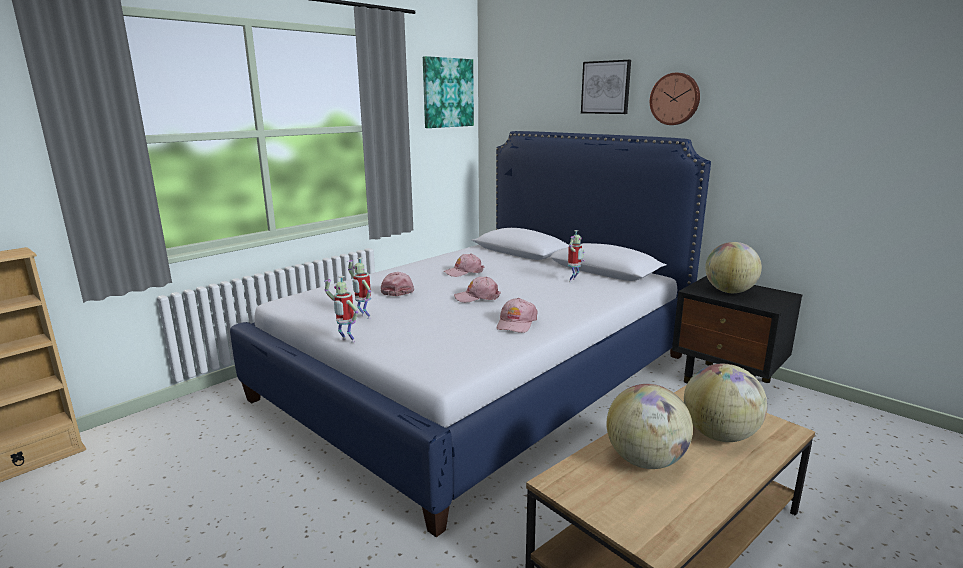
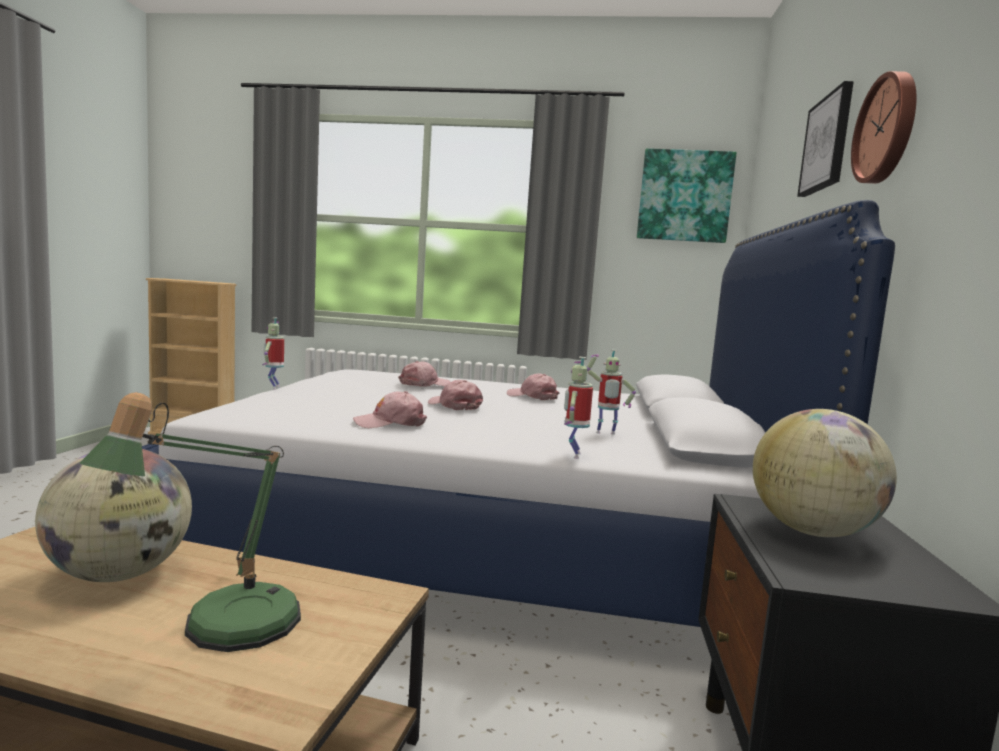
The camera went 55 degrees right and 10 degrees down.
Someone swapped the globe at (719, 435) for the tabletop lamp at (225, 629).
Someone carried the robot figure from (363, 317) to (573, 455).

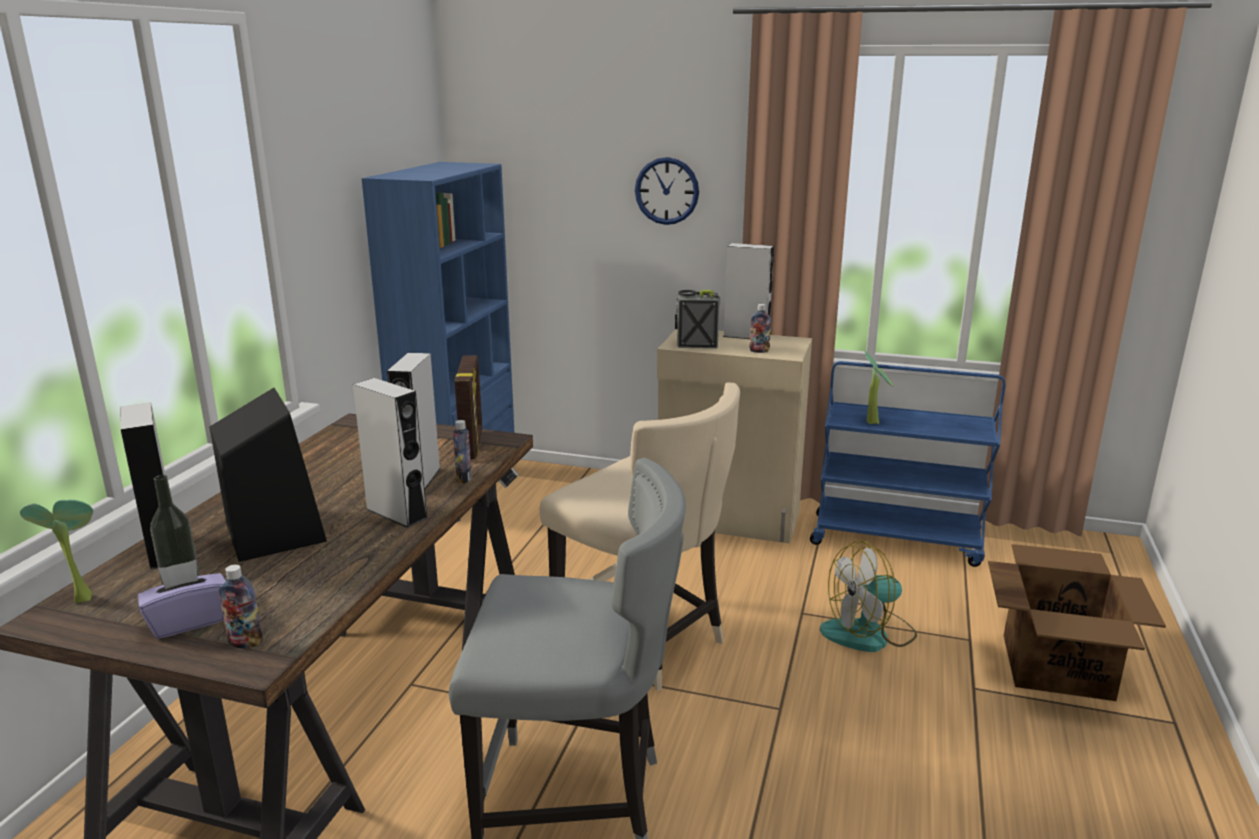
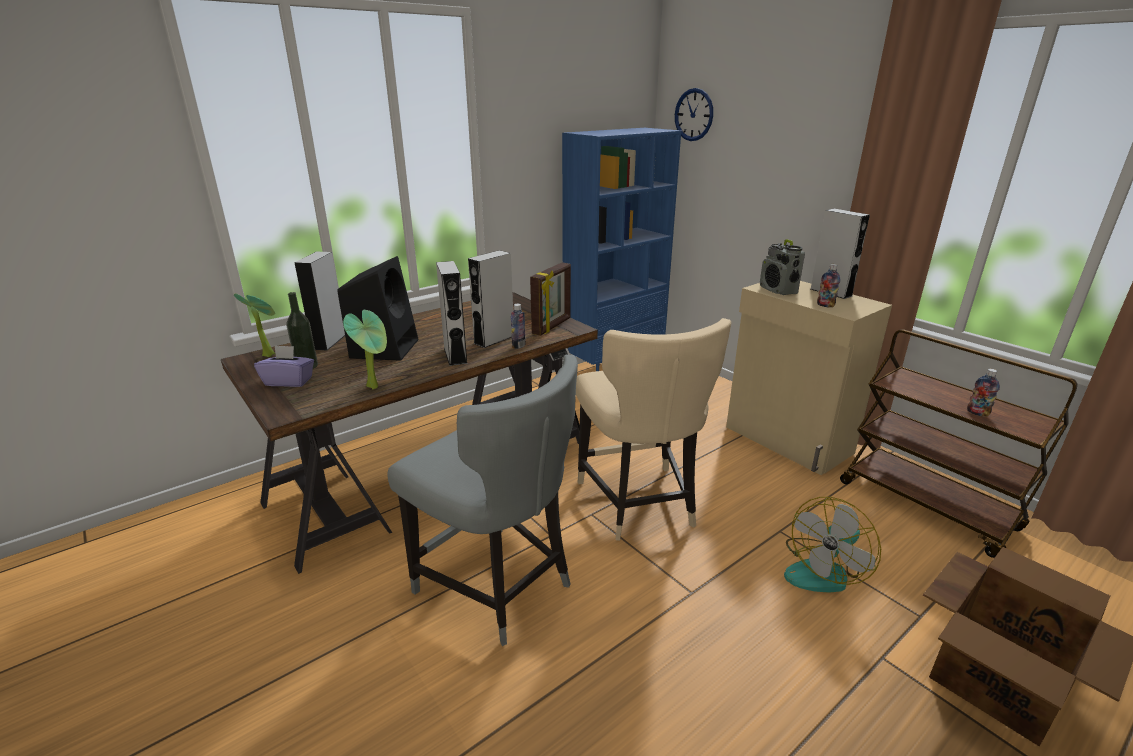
The camera went 35 degrees right and 5 degrees up.
Someone carried the potted plant from (874, 422) to (375, 386).
Someone carried the clock on the wall from (667, 191) to (694, 115).
Someone rotated the radio at (696, 344) by 150 degrees counterclockwise.
Someone rotated the electric fan at (869, 634) by 60 degrees counterclockwise.
Someone repainted the blue-coloured wheeled cart at (897, 539), which became the brown-coloured wheeled cart at (928, 506).
Someone carried the beverage bottle from (245, 642) to (977, 413).

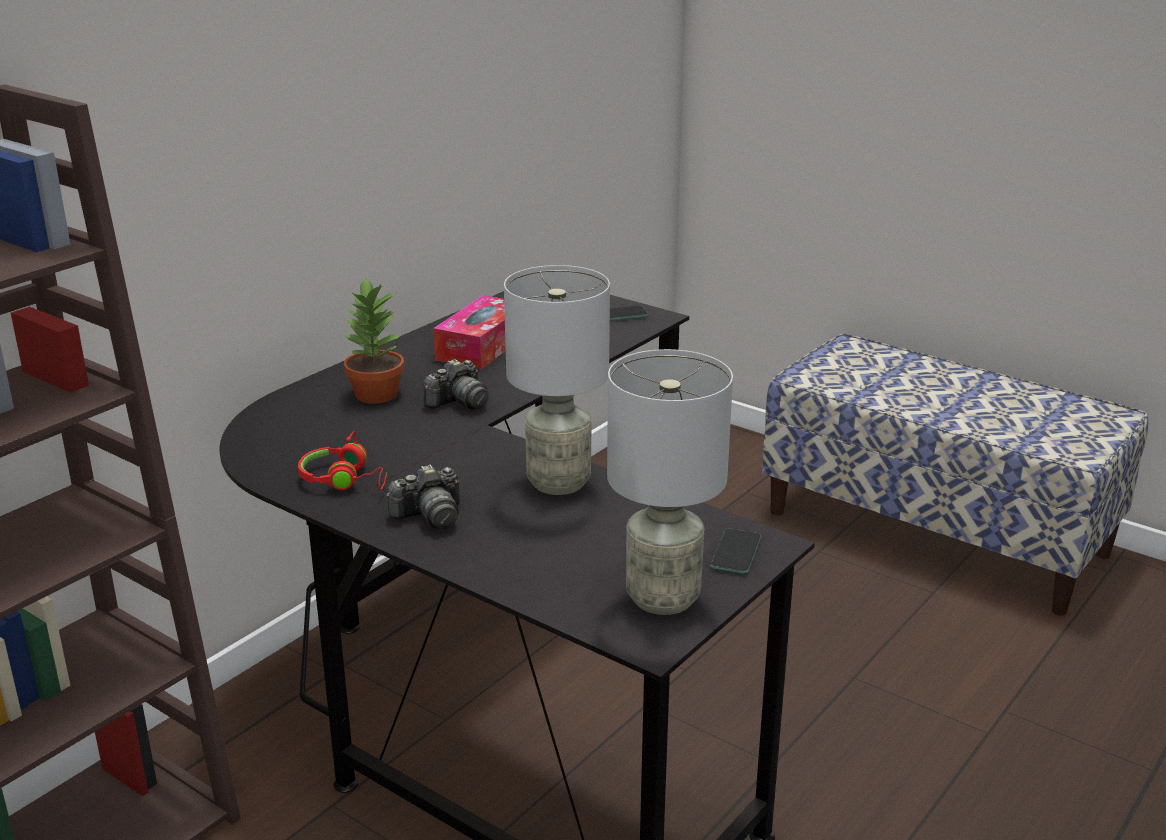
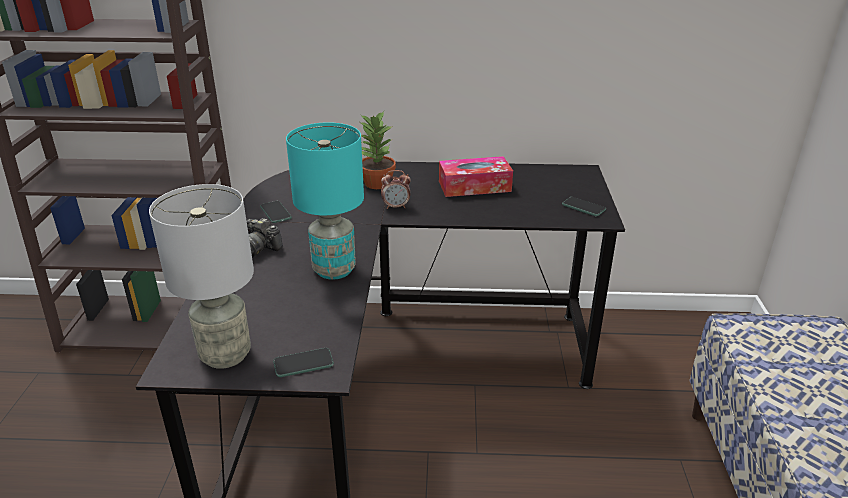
The camera went 55 degrees right and 5 degrees up.
Someone swapped the red-coloured pair of headphones at (345, 480) for the handset at (276, 212).
Someone repainted the gray tabletop lamp at (559, 482), which became the blue-green tabletop lamp at (335, 270).
Someone swapped the still camera at (459, 403) for the bedside clock at (396, 206).

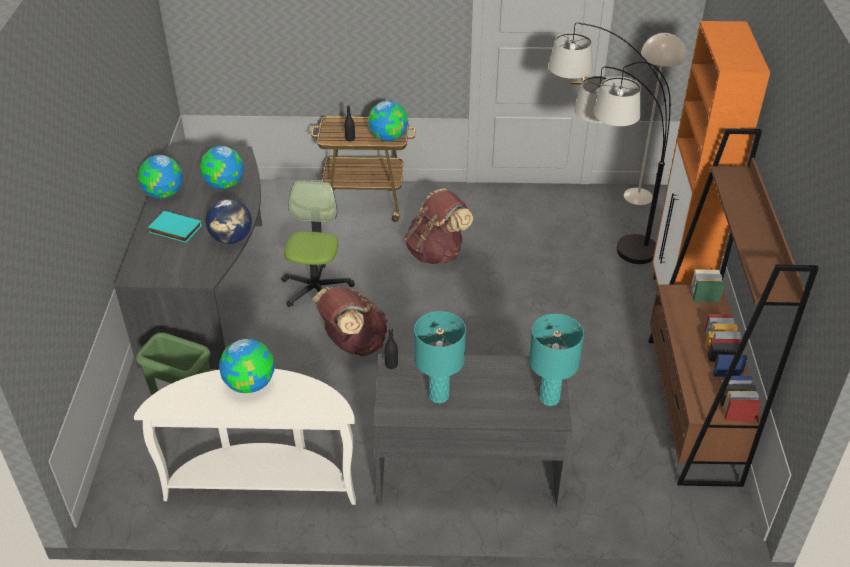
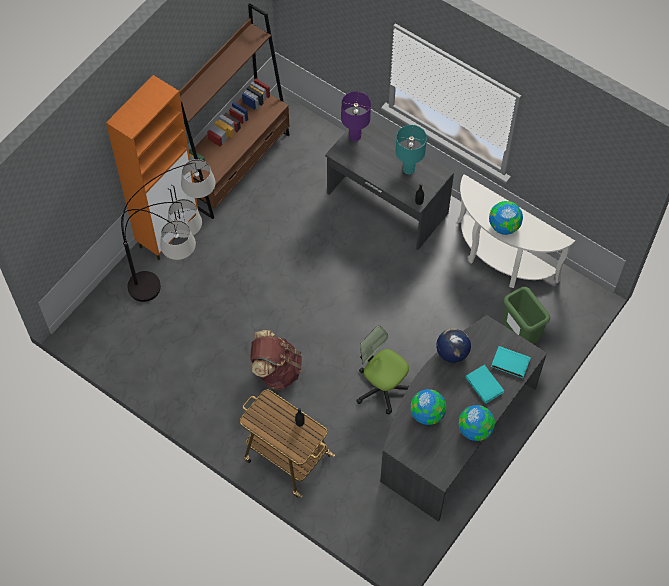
The camera went 145 degrees left and 20 degrees up.
Someone repainted the blue-green tabletop lamp at (549, 398), which became the purple-coloured tabletop lamp at (355, 136).
Someone rotated the desk chair at (316, 289) by 90 degrees clockwise.
Someone put down the blue-green bound book at (510, 363).
Someone took away the brown-coloured backpack at (353, 343).
Someone took away the globe at (388, 137).
Someone took away the beige-coloured standing lamp at (637, 196).

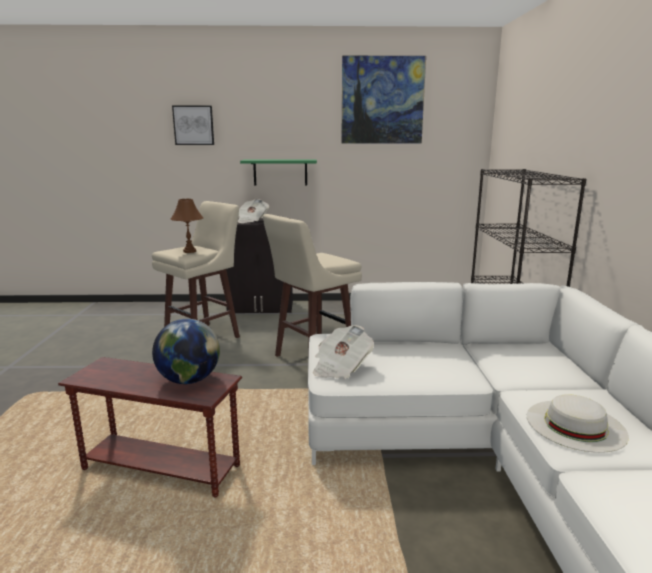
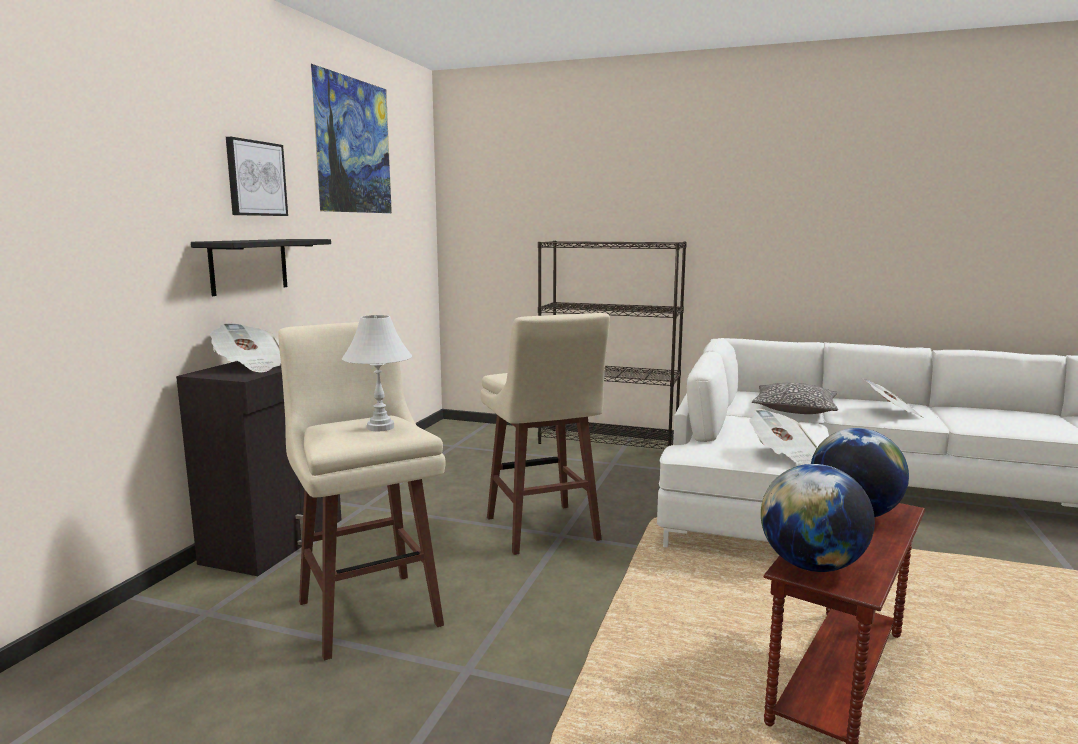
The camera went 70 degrees left and 5 degrees down.
Someone repainted the greenish shelf at (280, 172), which became the black shelf at (249, 265).
Someone carried the wall art from (193, 125) to (256, 178).
Someone repainted the brown-coloured tabletop lamp at (189, 251), which became the whitish tabletop lamp at (380, 427).
Someone put down the throw pillow at (794, 409).
Someone put down the globe at (811, 565).
Someone swapped the whitish clothing hat at (575, 425) for the daily paper at (891, 413).

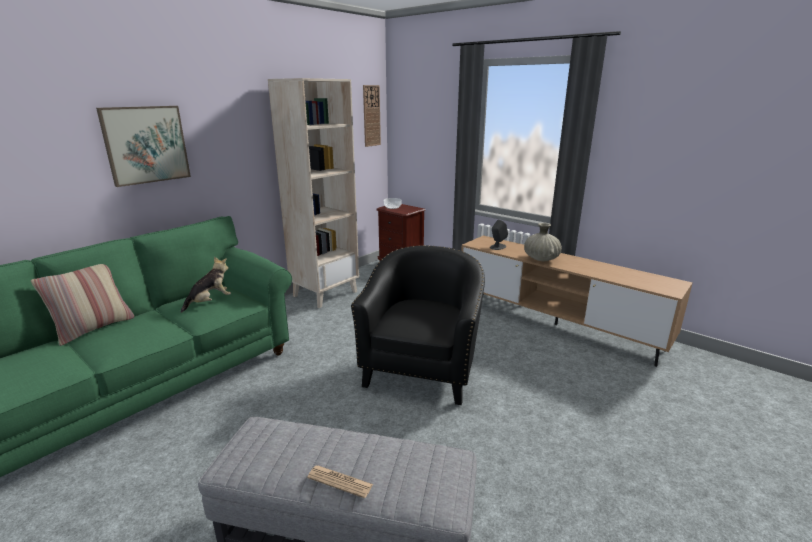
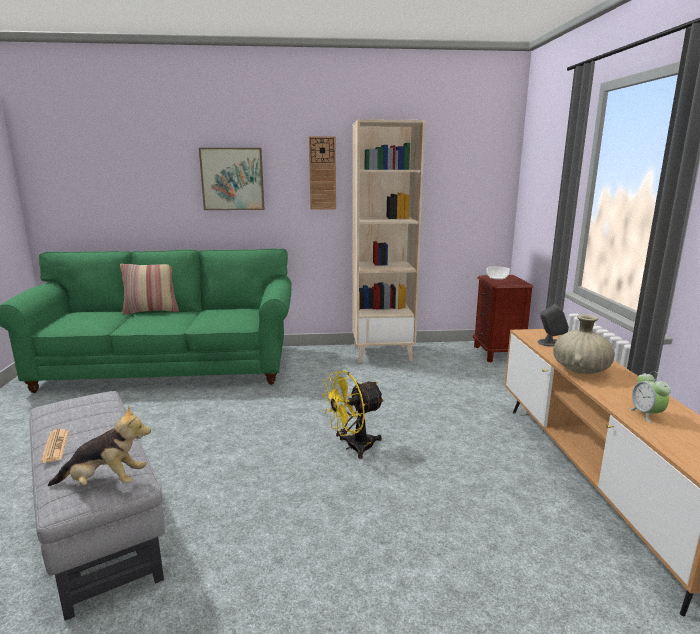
The camera went 45 degrees right and 5 degrees down.
Someone carried the plush toy from (210, 302) to (105, 482).
Someone carried the clock on the wall from (371, 116) to (322, 173).
Someone swapped the black easy chair at (422, 369) for the yellow electric fan at (353, 447).
Someone put down the bedside clock at (646, 414).

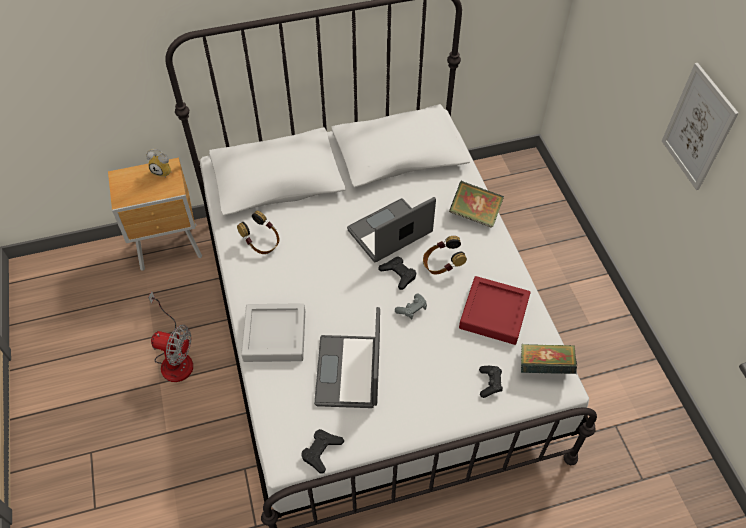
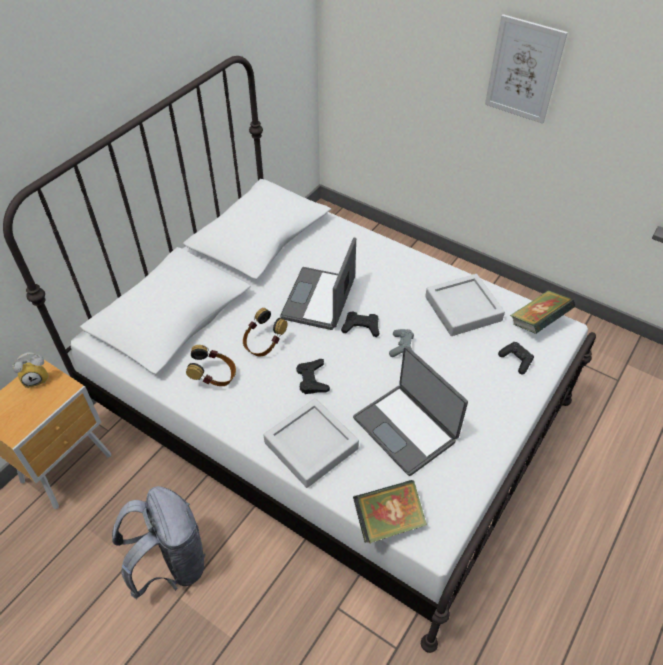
The camera went 40 degrees left and 5 degrees down.
Someone swapped the electric fan at (174, 357) for the gray backpack at (171, 563).
Someone carried the pair of headphones from (442, 265) to (264, 344).
Someone carried the black gamepad from (321, 451) to (312, 379).
Someone carried the bound book from (474, 214) to (388, 521).
Someone repainted the red-coloured carrying tray at (494, 313), which became the gray carrying tray at (463, 309).

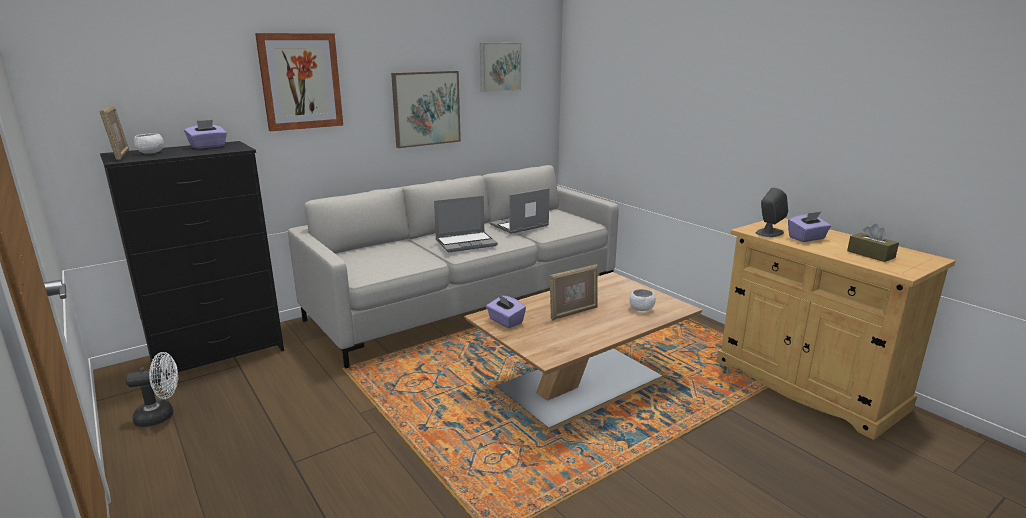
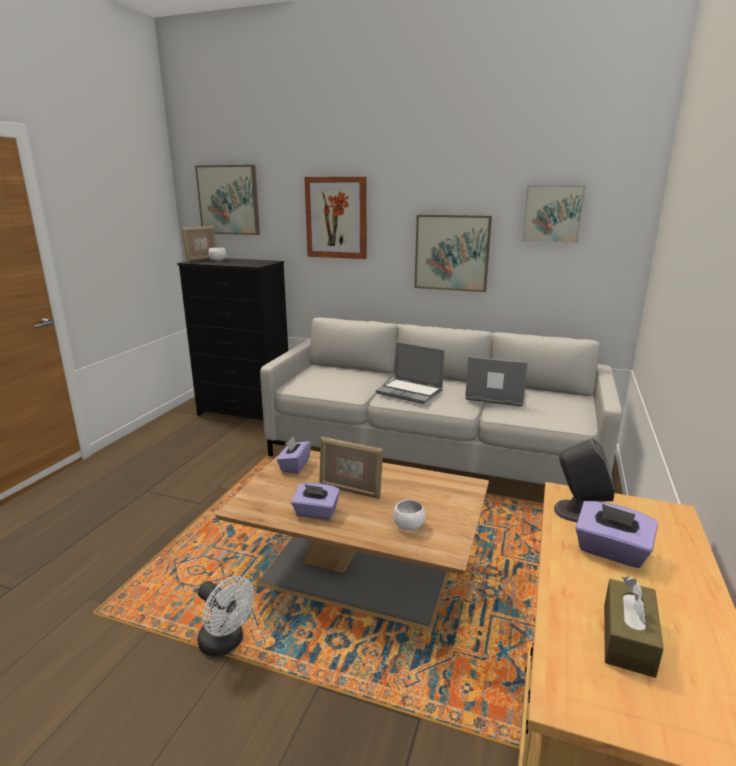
The camera went 55 degrees right and 0 degrees up.
Someone put up the wall art at (229, 200).
Someone carried the whitish electric fan from (161, 416) to (226, 643).
Someone carried the purple-coloured box of tissues from (208, 146) to (316, 512).

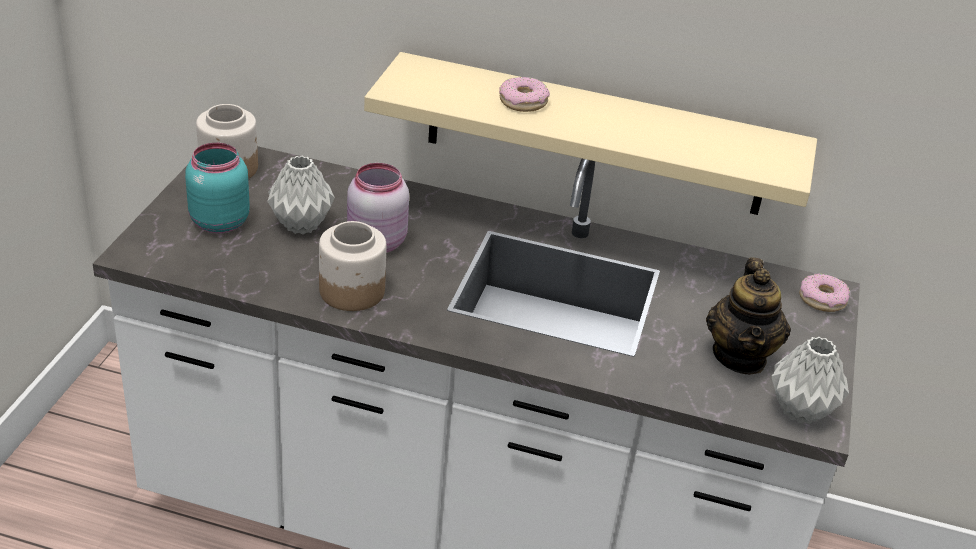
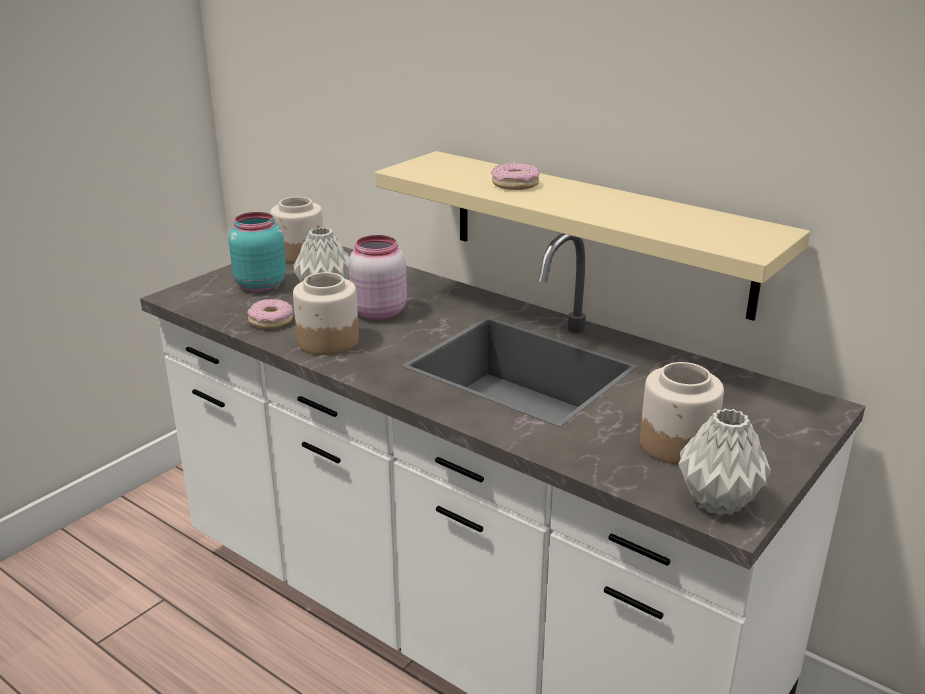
The camera went 25 degrees right and 10 degrees down.
Someone carried the ring doughnut from (822, 299) to (271, 321).
Someone swapped the teapot at (740, 356) for the jar at (678, 444).

